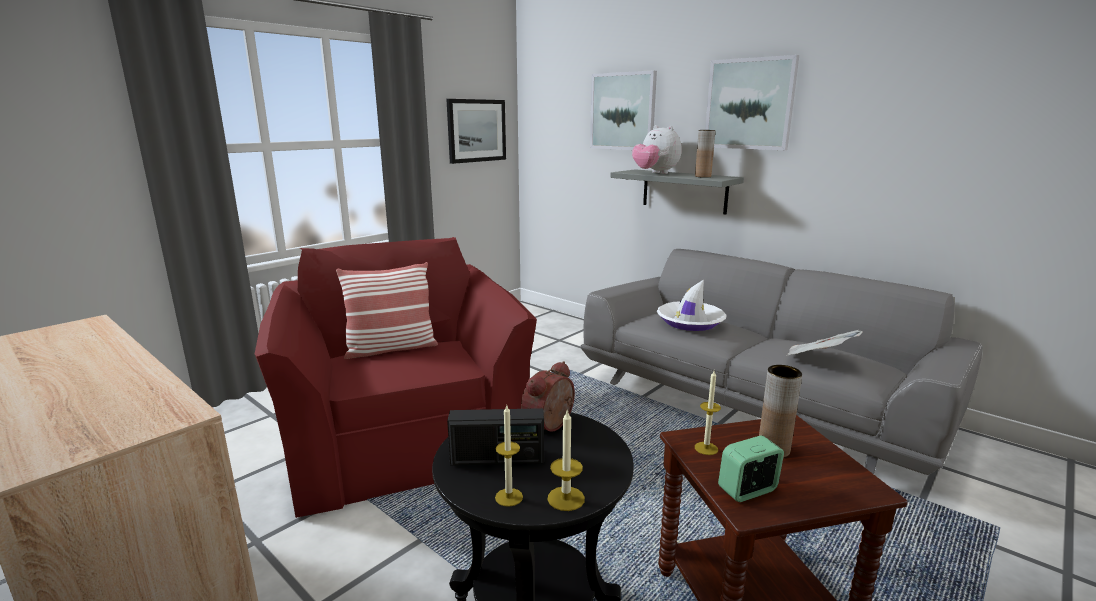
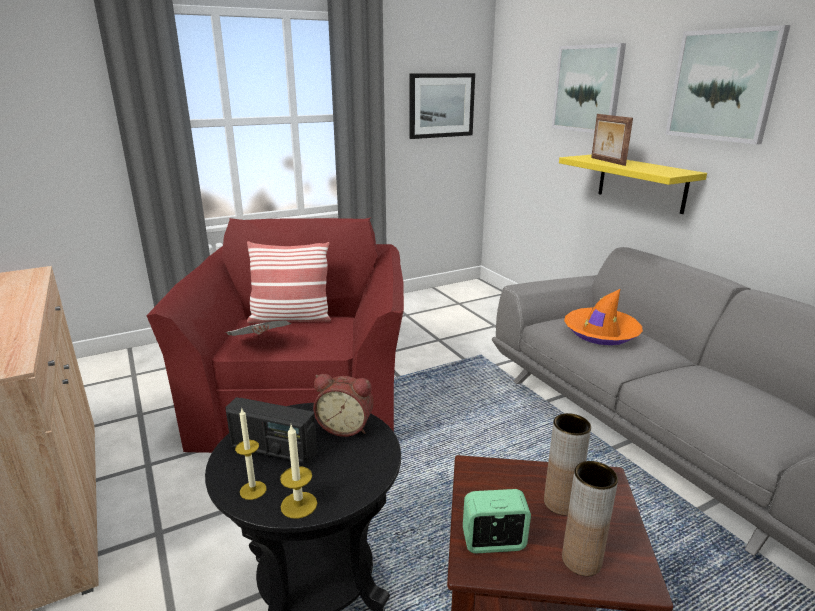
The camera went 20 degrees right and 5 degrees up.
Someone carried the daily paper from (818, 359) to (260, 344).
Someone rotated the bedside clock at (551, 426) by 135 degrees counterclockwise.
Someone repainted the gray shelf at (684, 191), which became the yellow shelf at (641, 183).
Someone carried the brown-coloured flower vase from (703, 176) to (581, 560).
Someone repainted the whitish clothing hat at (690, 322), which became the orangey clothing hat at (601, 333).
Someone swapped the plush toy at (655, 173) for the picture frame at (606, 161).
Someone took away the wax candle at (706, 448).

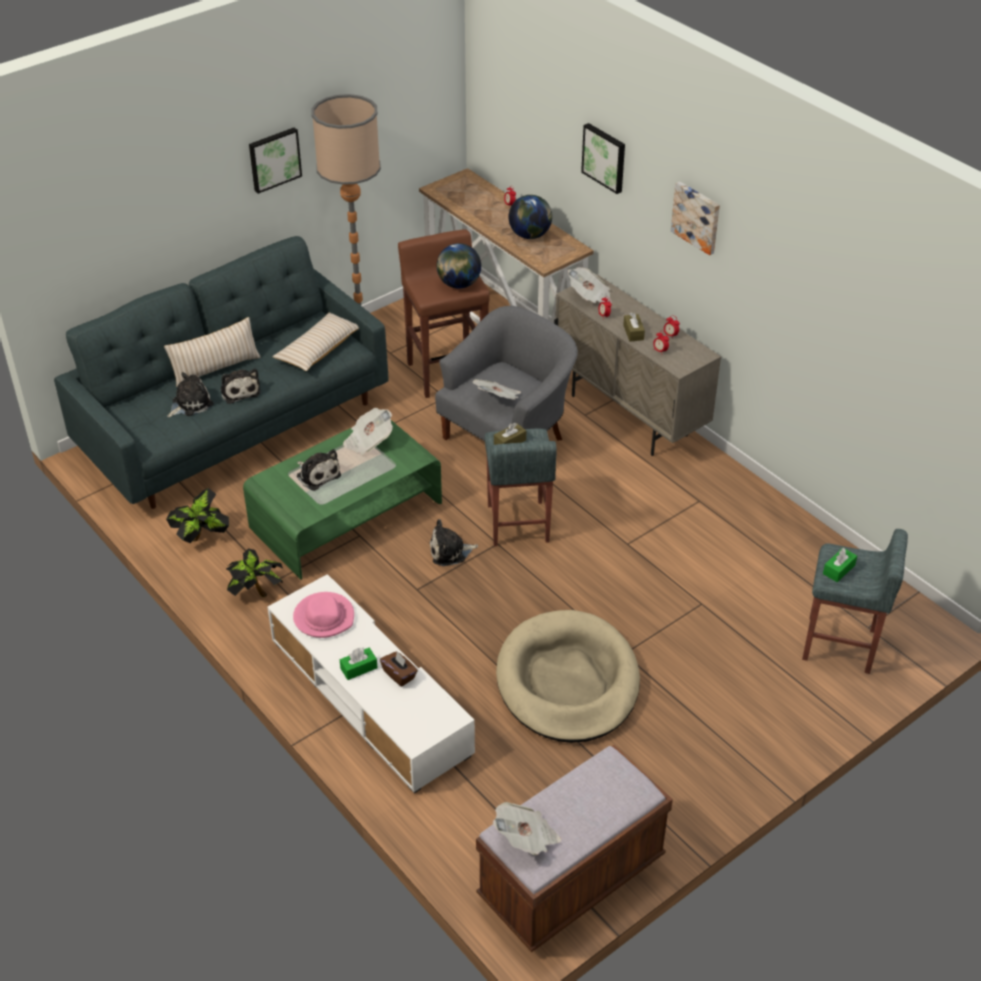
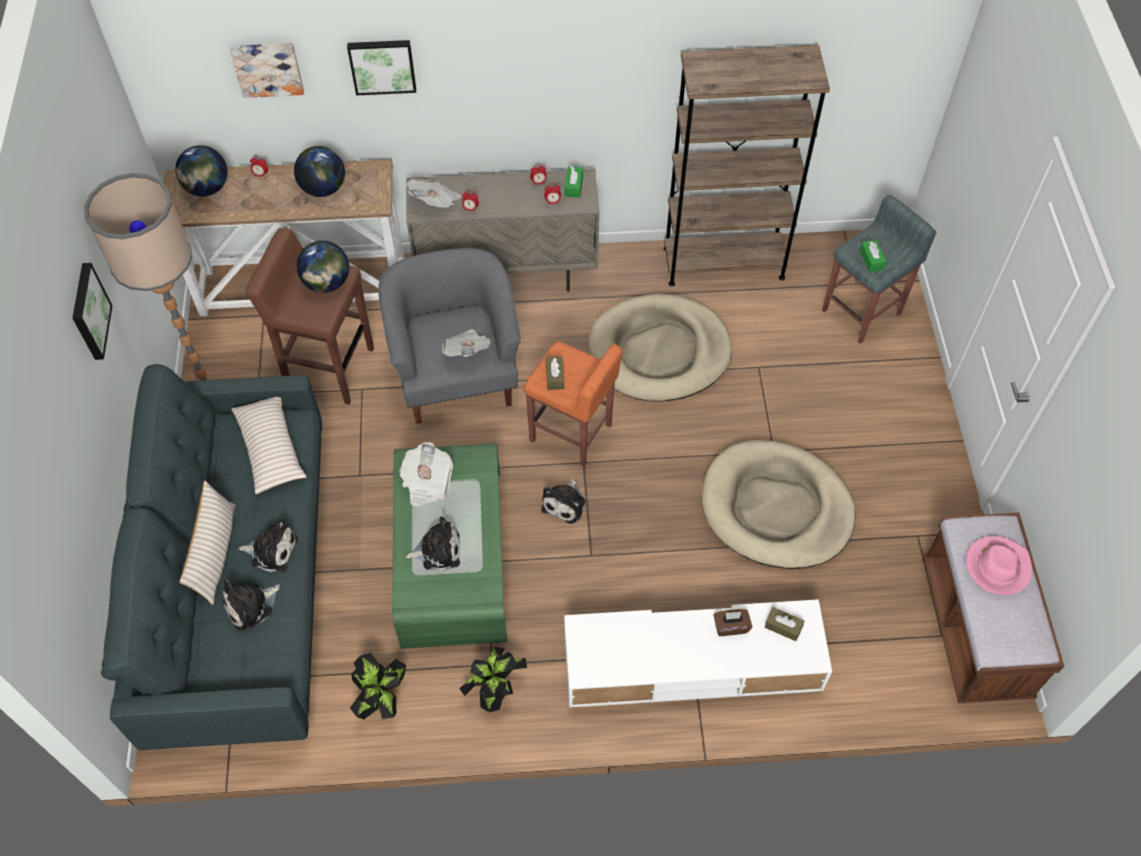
The camera went 55 degrees left and 15 degrees up.
Someone put down the globe at (207, 188).
Someone rotated the plush toy at (190, 404) by 120 degrees counterclockwise.
Someone carried the wall art from (697, 217) to (267, 68).
Someone repainted the gray stool at (517, 524), which became the orangey stool at (571, 433).
Someone carried the greenish box of tissues from (359, 668) to (573, 186).
Someone put down the beige-coloured dog bed at (659, 352).
Someone put down the brown-coloured shelving unit at (723, 263).
Someone carried the brown-coloured box of tissues from (633, 332) to (783, 627).
Someone carried the pink clothing hat from (324, 617) to (997, 567).
Someone took away the daily paper at (526, 839).

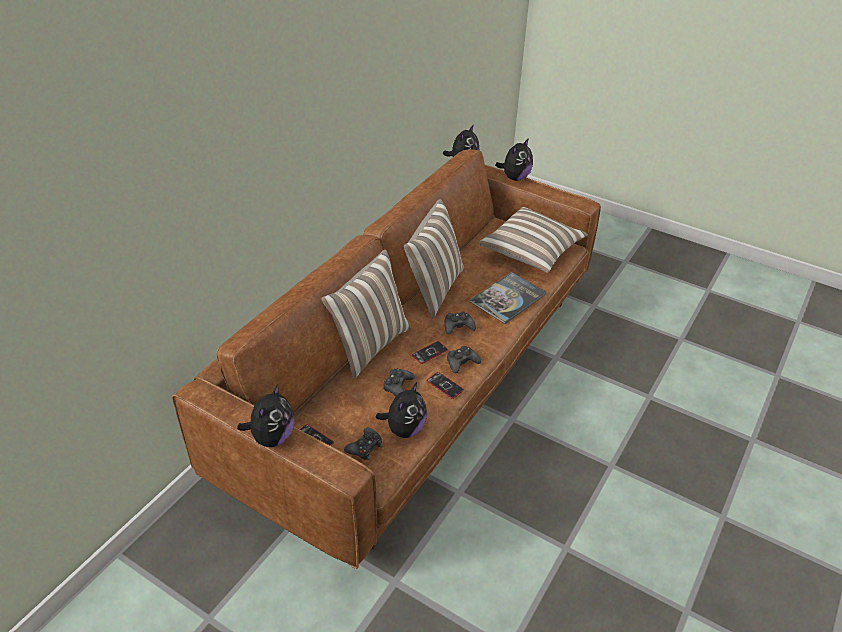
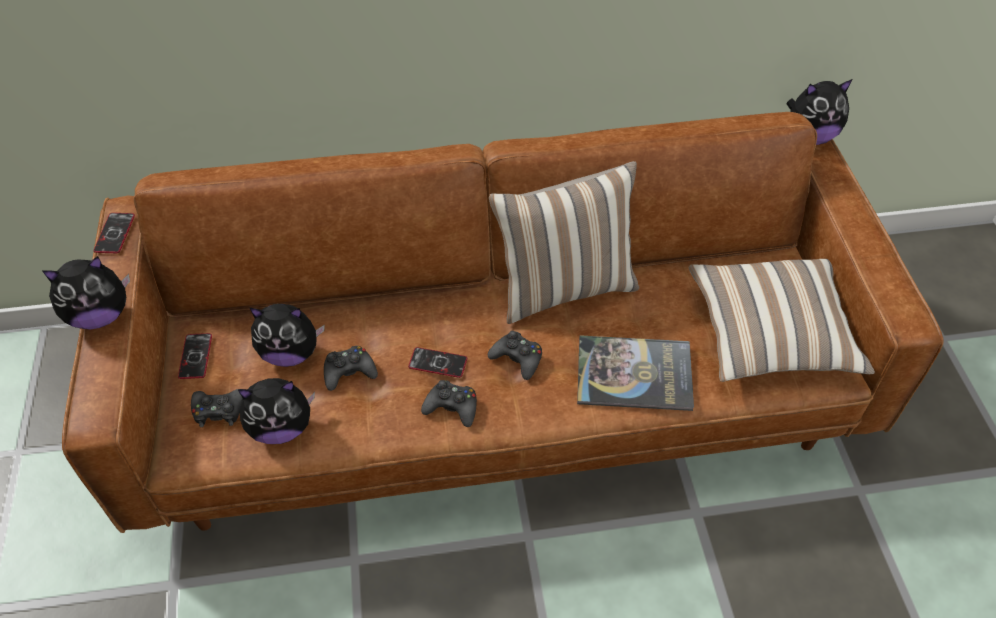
The camera went 50 degrees right and 10 degrees up.
Someone carried the handset from (445, 385) to (115, 233).
Someone carried the plush toy from (515, 178) to (290, 353).
Someone took away the throw pillow at (369, 345).

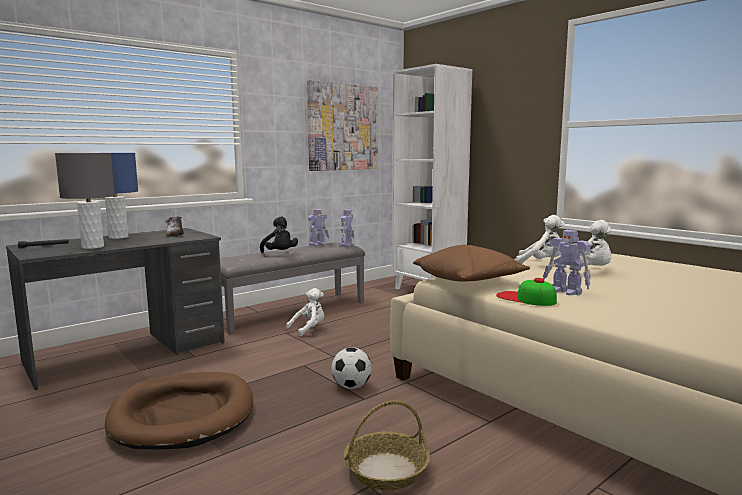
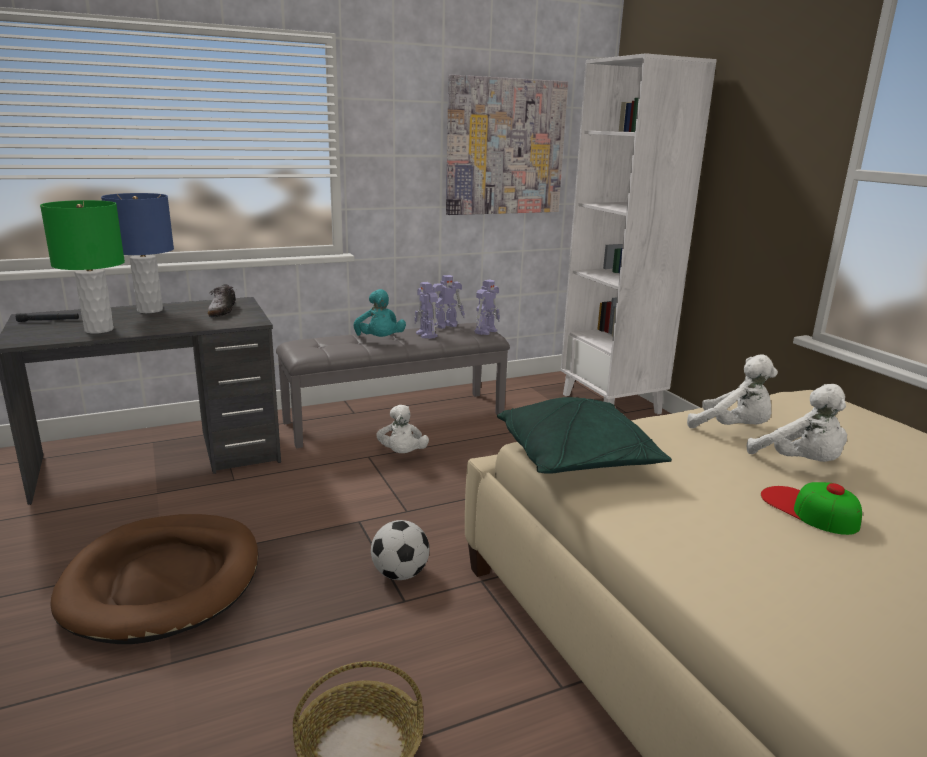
The camera went 15 degrees right and 10 degrees up.
Someone repainted the gray tabletop lamp at (92, 247), which became the greenish tabletop lamp at (98, 330).
Someone repainted the black plush toy at (280, 254), which became the blue-green plush toy at (380, 340).
Someone rotated the whitish plush toy at (309, 329) by 105 degrees clockwise.
Someone carried the robot figure from (566, 291) to (426, 335).
Someone repainted the brown-coloured throw pillow at (469, 281), which became the greenish throw pillow at (577, 459).
Someone carried the peaked cap from (525, 298) to (808, 509).

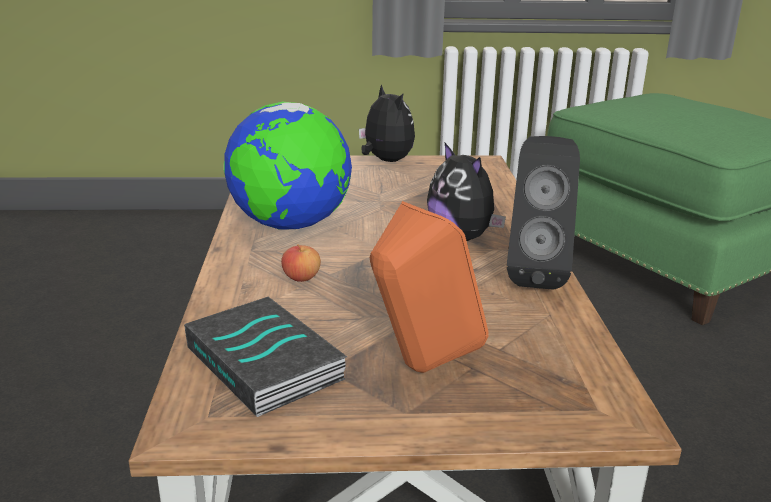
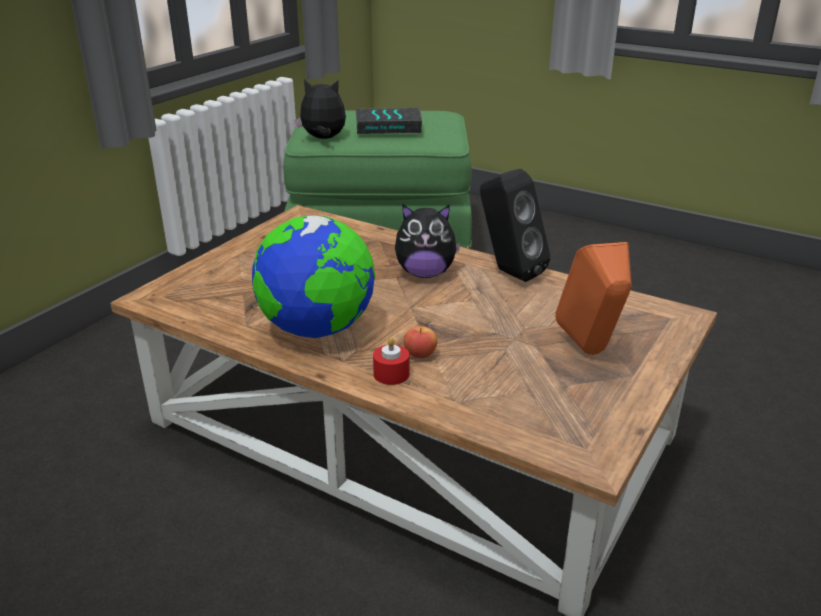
The camera went 55 degrees left and 5 degrees up.
Someone carried the plush toy from (385, 161) to (323, 139).
Someone carried the bound book from (267, 363) to (389, 126).
Someone put down the red-coloured wax candle at (391, 374).

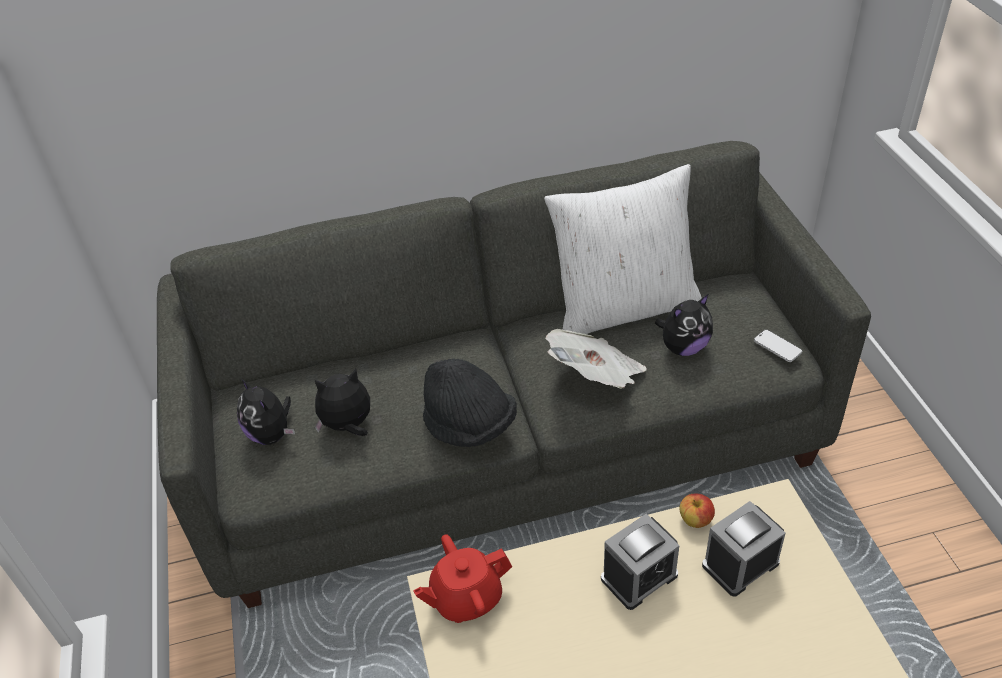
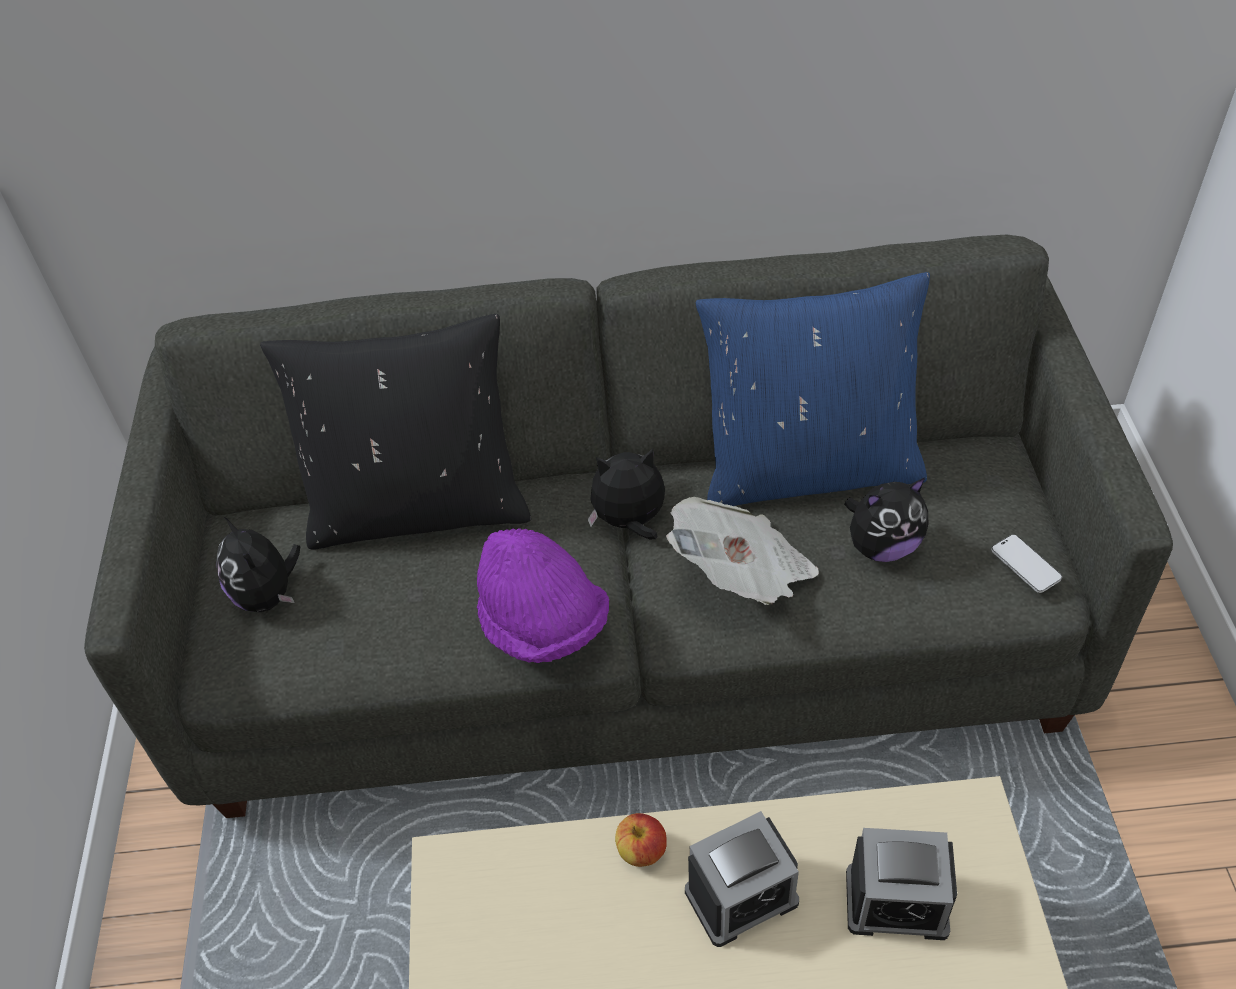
The camera went 10 degrees right and 5 degrees up.
Someone put down the black throw pillow at (419, 507).
Someone repainted the black clothing hat at (469, 425), which became the purple-coloured clothing hat at (542, 624).
Someone carried the plush toy from (348, 426) to (630, 522).
Someone carried the whole apple from (695, 520) to (641, 851).
Someone repainted the whitish throw pillow at (624, 307), which became the blue-coloured throw pillow at (809, 469).
Someone rotated the bedside clock at (740, 564) by 150 degrees counterclockwise.
Someone took away the red-coloured teapot at (466, 598).

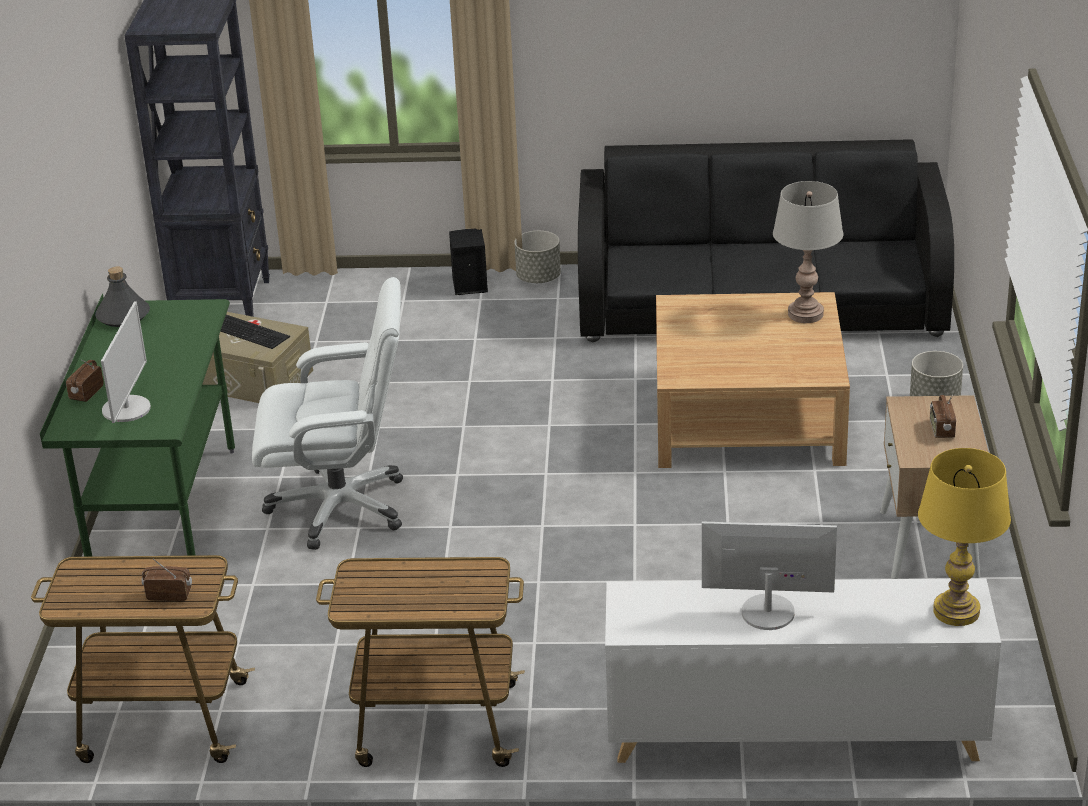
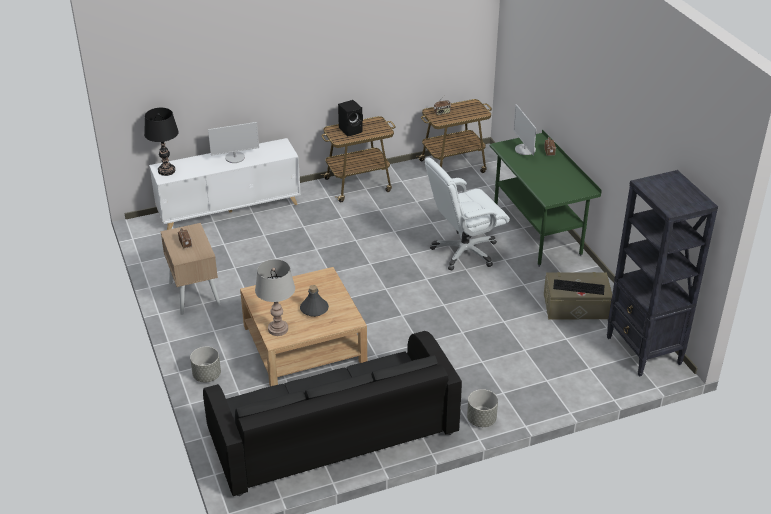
The camera went 155 degrees right and 5 degrees up.
Someone repainted the yellow tabletop lamp at (956, 612), which became the black tabletop lamp at (166, 171).
Someone carried the gray beverage bottle from (123, 316) to (314, 309).
Someone carried the black audio speaker from (468, 285) to (351, 130).

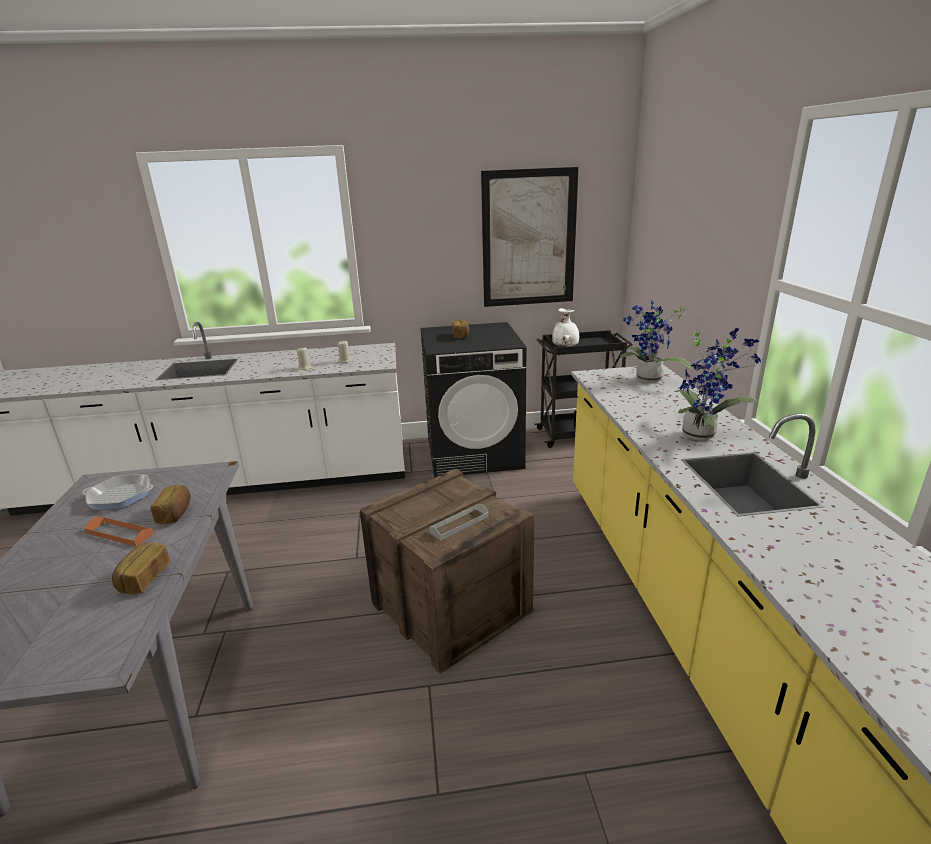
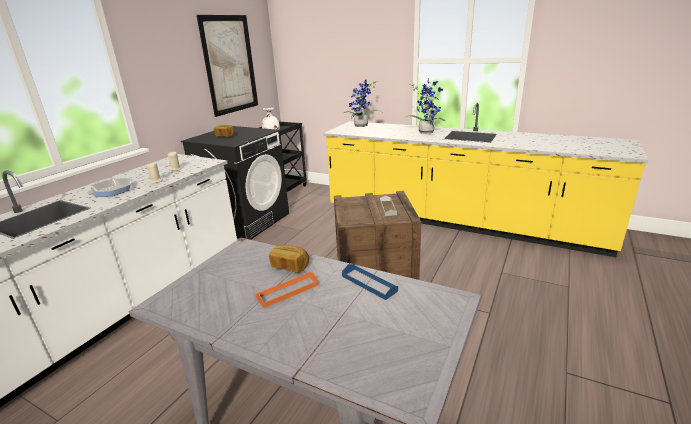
The camera went 55 degrees left and 0 degrees up.
Someone carried the frying pan from (120, 496) to (112, 190).
Someone swapped the bakery bread at (144, 579) for the blue-coloured carrying tray at (369, 283).

